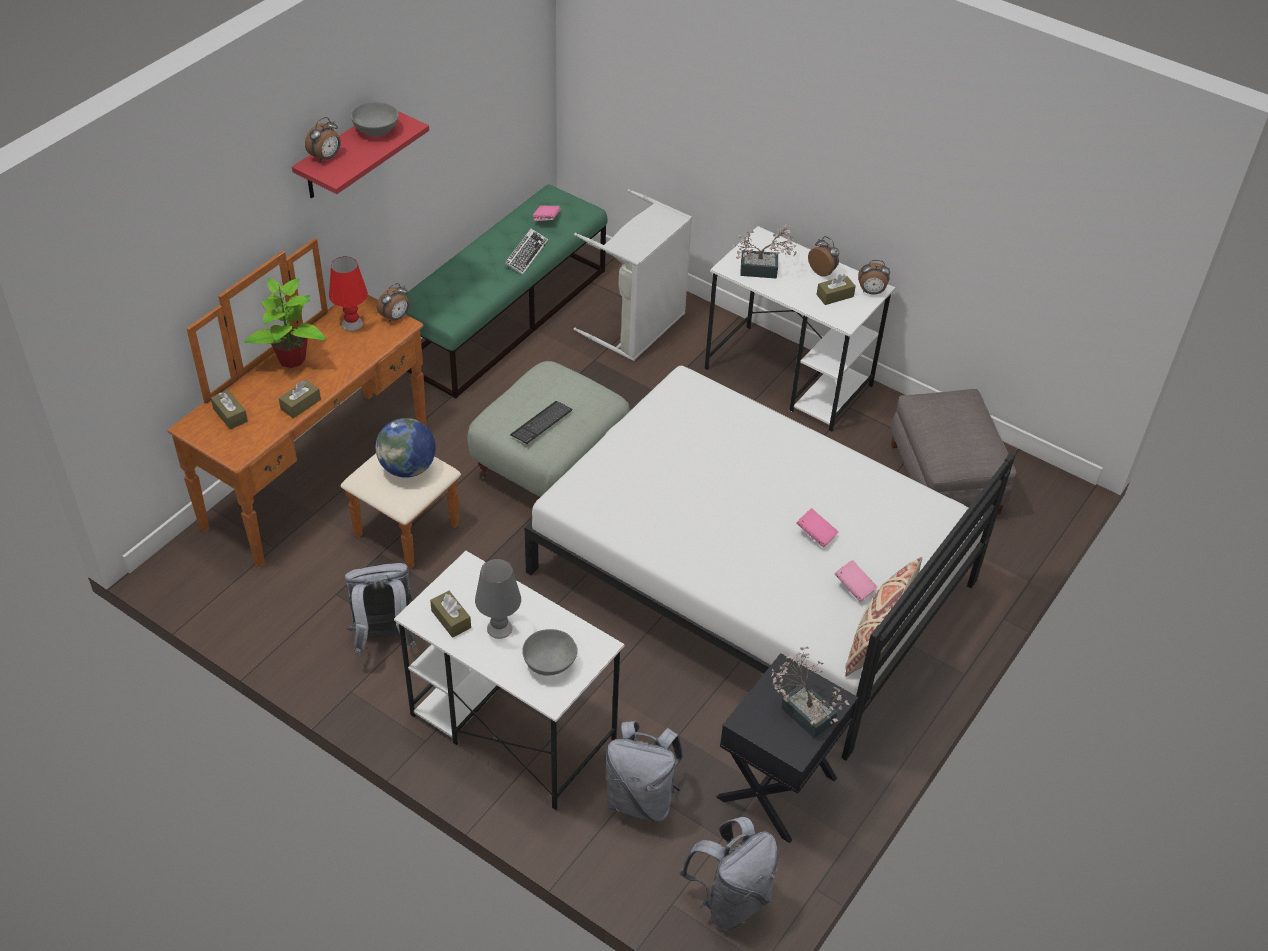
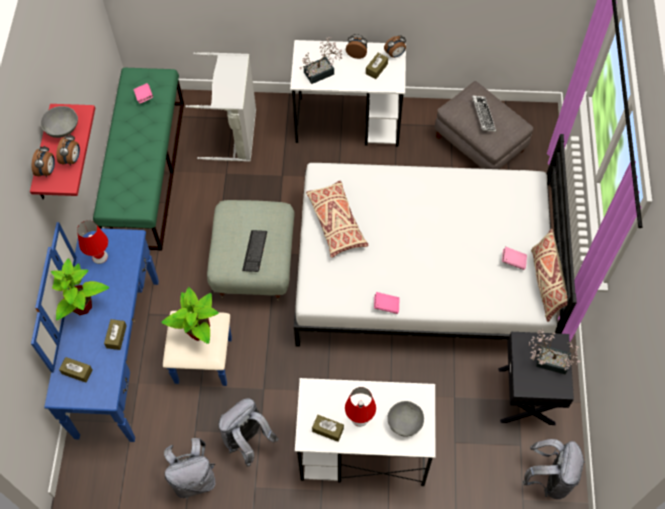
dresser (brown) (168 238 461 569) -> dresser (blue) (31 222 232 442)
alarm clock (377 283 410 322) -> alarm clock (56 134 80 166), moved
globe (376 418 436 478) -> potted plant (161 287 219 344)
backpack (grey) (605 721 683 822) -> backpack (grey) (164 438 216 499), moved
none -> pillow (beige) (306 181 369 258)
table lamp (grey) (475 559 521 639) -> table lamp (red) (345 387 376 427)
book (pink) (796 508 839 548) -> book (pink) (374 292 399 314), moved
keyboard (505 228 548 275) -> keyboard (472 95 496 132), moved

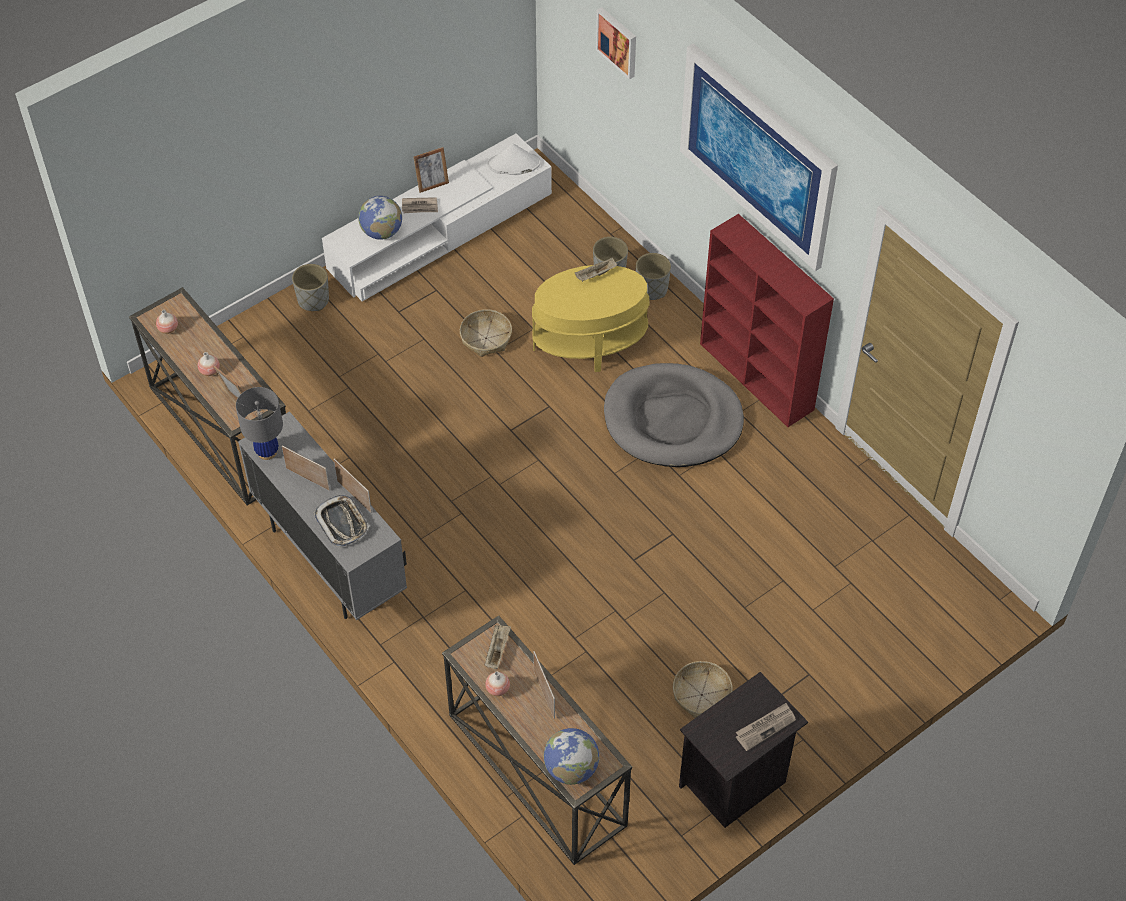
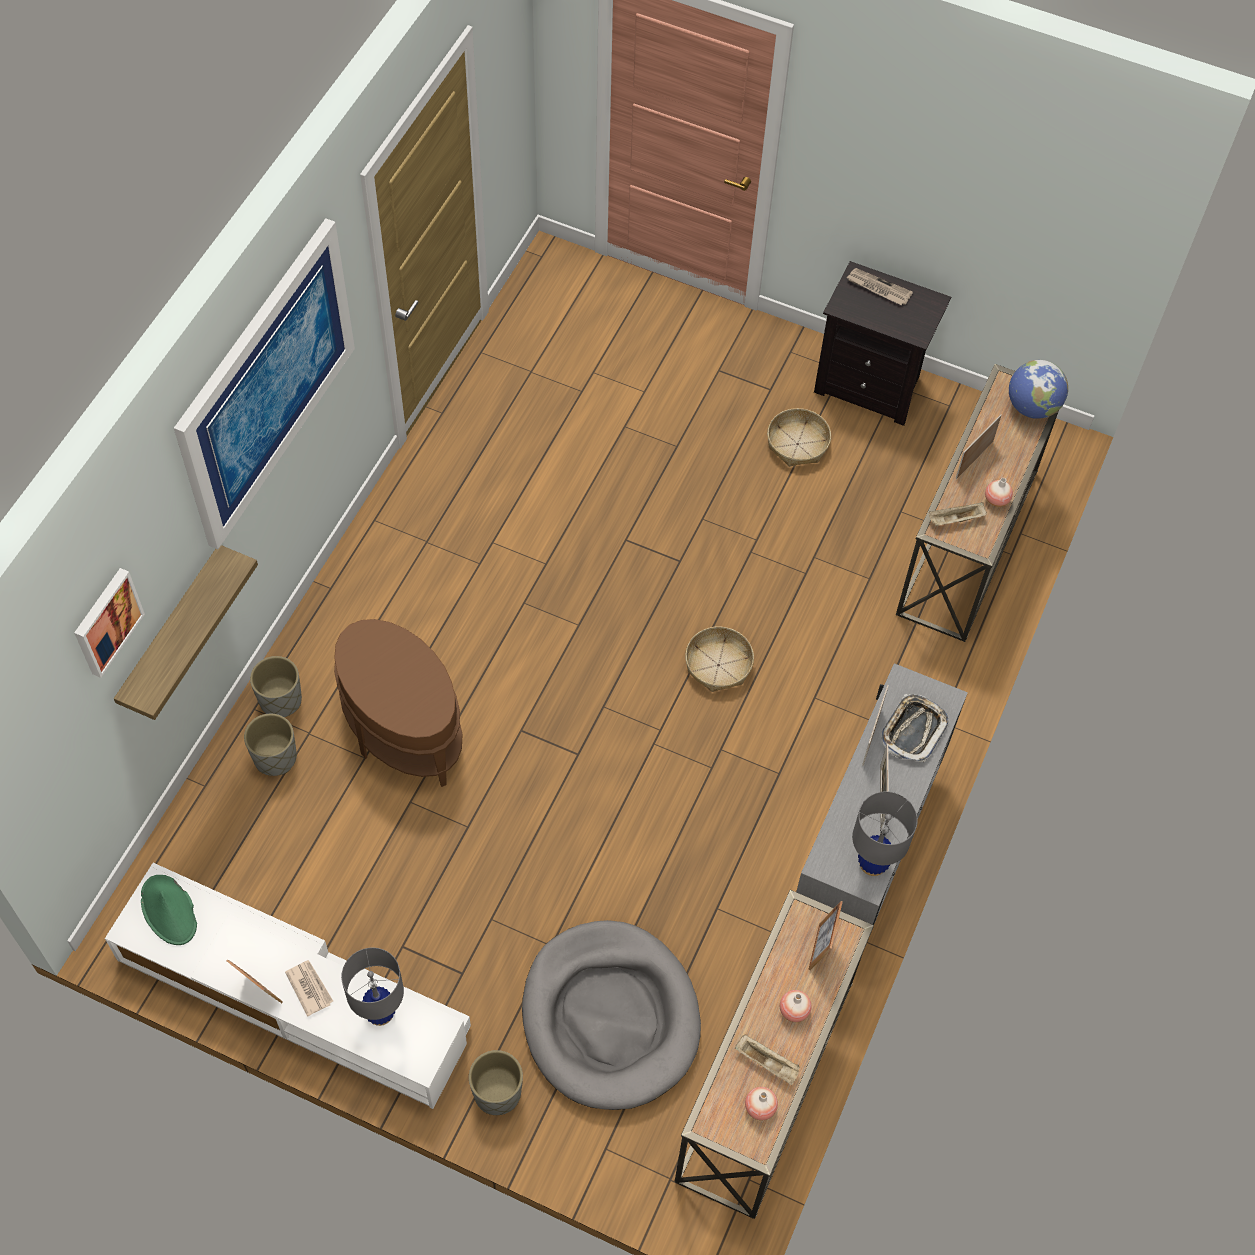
none -> shelf (114 545 258 720)
hat (white) (488 143 541 175) -> hat (green) (141 875 197 945)
side table (yellow) (532 265 649 372) -> side table (brown) (334 619 462 787)
globe (358 196 402 240) -> table lamp (grey) (341 948 404 1026)
dog bed (grey) (604 363 744 467) -> dog bed (grey) (522 920 701 1110), moved
basket (460 309 512 357) -> basket (685 627 754 692), moved
tray (beige) (575 258 617 282) -> tray (beige) (735 1034 800 1085), moved
bookcase (red) (700 214 834 427) -> none

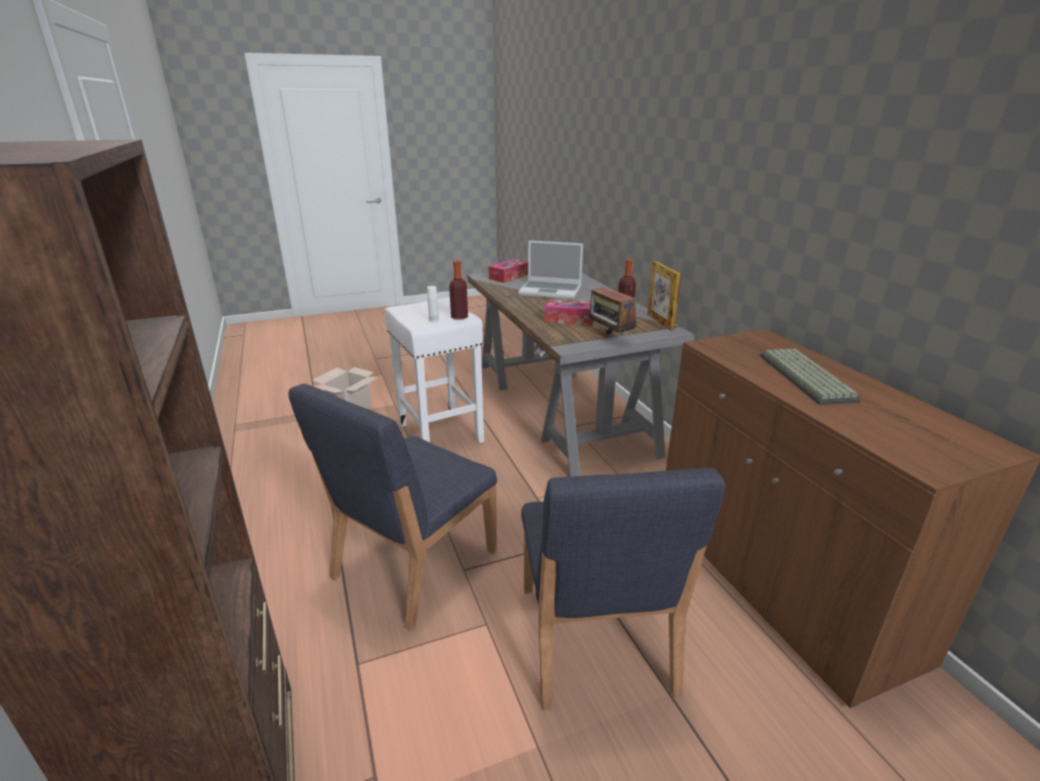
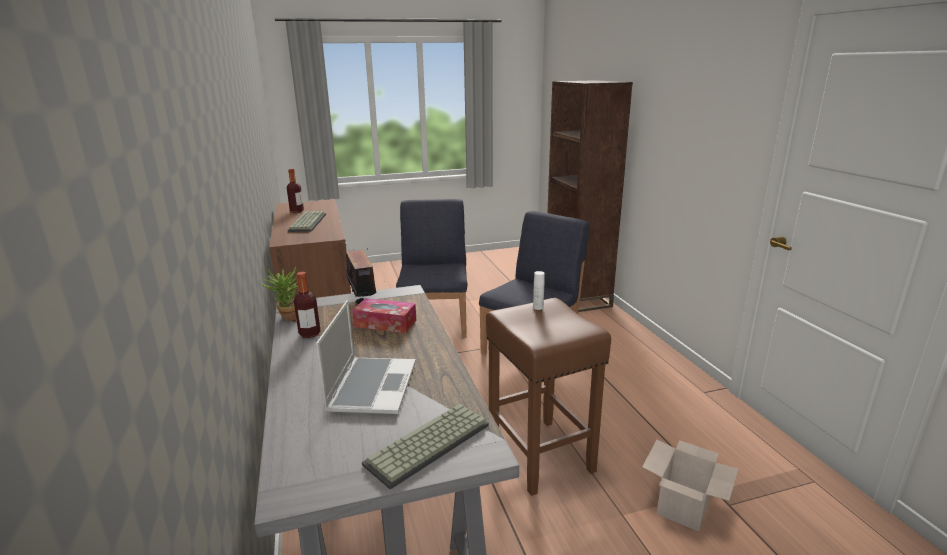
picture frame (647 261 681 331) -> potted plant (260 267 298 321)
bottle (449 260 468 320) -> bottle (287 169 304 213), moved
laptop (518 240 583 299) -> laptop (316 300 416 414), 75 degrees clockwise
tissue box (488 259 528 283) -> keyboard (362 404 489 490)
stool (white) (385 298 484 444) -> stool (brown) (486 298 611 496)

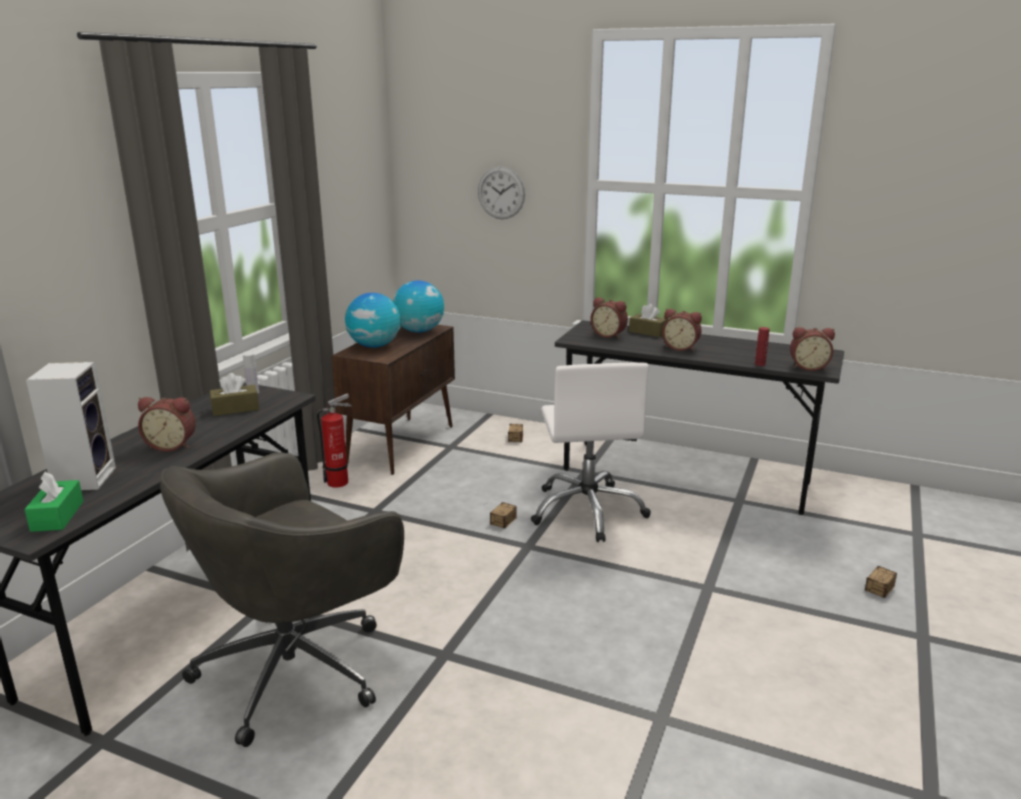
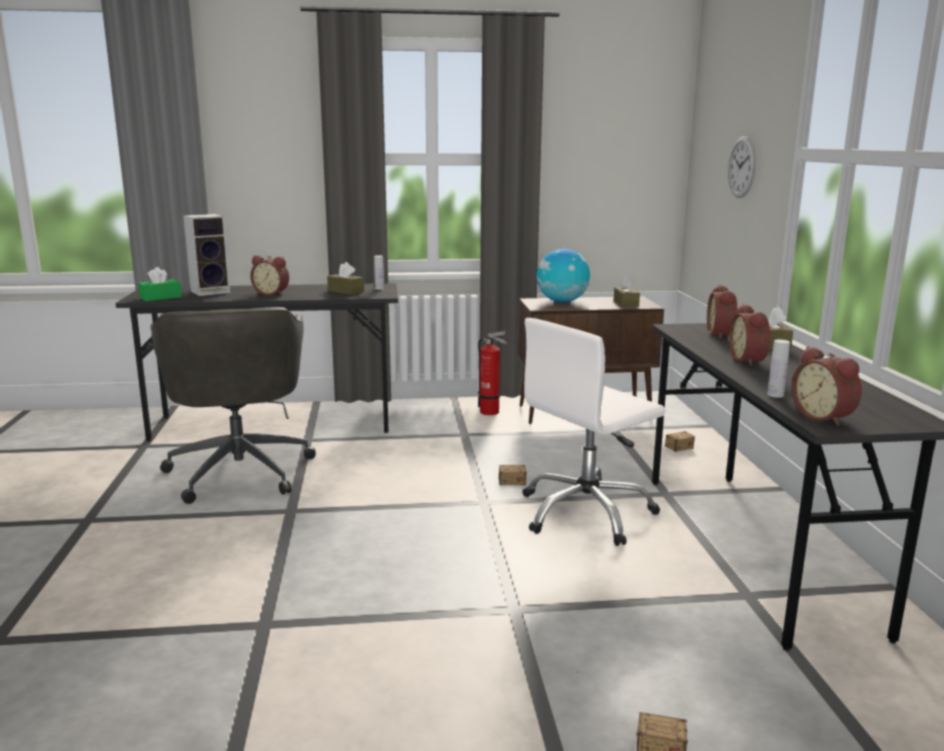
office chair (grey) (160 452 404 747) -> office chair (grey) (150 307 316 504), 120 degrees counterclockwise
alarm clock (138 397 196 452) -> alarm clock (250 255 289 295), 45 degrees counterclockwise
globe (393 280 444 333) -> tissue box (brown) (614 276 640 307)
bottle (red) (755 327 769 366) -> bottle (white) (767 340 790 398)

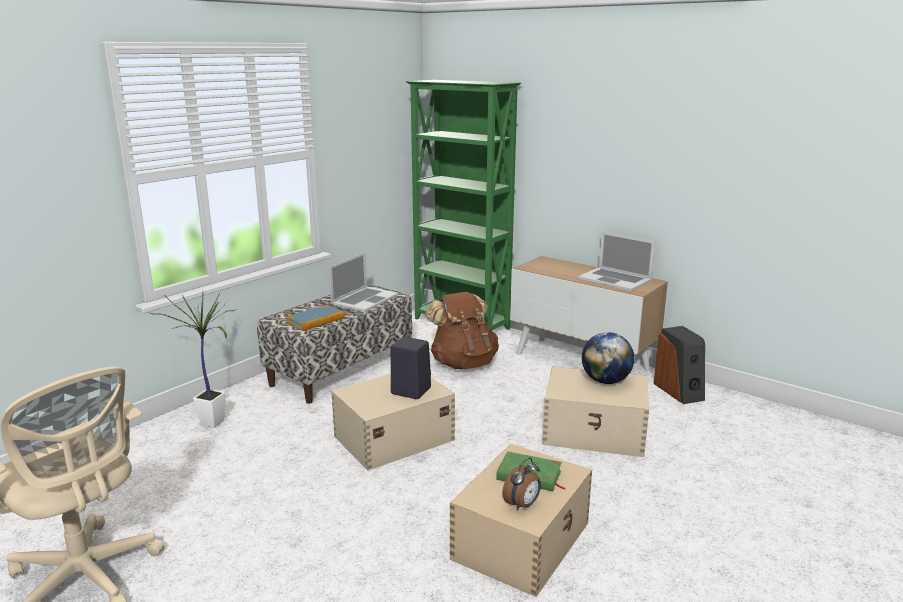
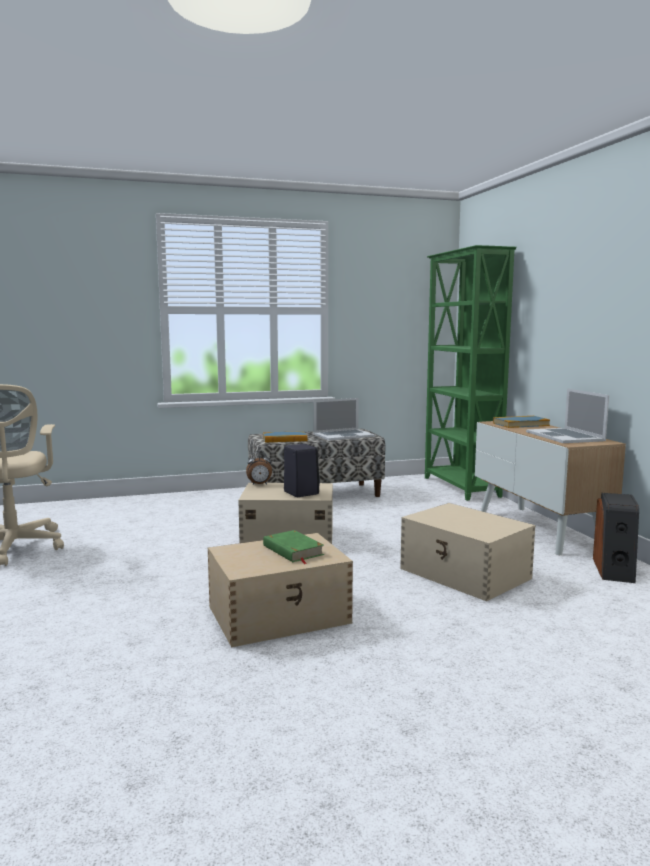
alarm clock (502 458 541 511) -> alarm clock (246 451 272 485), moved
none -> book (493 416 550 428)
potted plant (150 292 237 428) -> none
backpack (brown) (425 292 499 369) -> none
globe (582 332 634 384) -> none

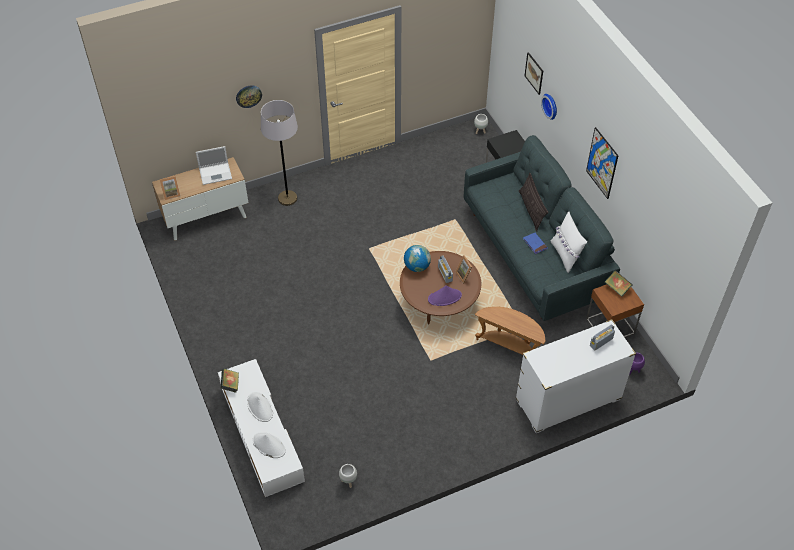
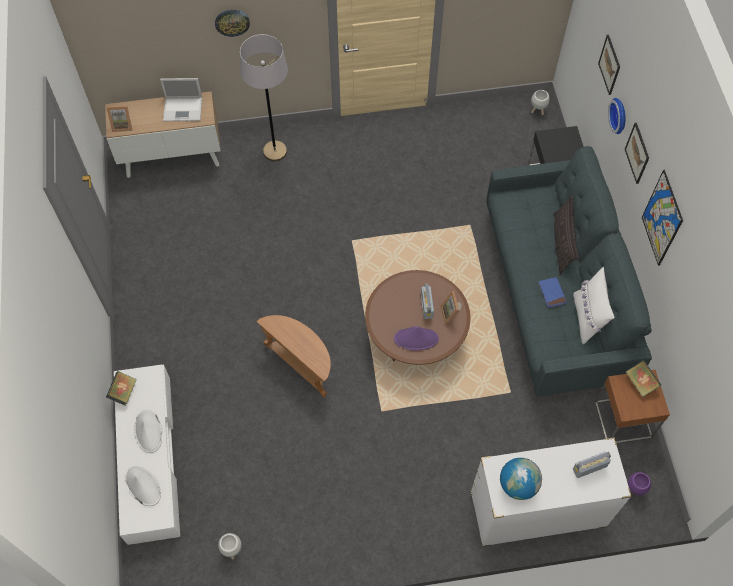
side table (brown) (475 306 545 355) -> side table (brown) (256 315 331 398), moved
globe (404 245 431 272) -> globe (500 458 542 500), moved
none -> picture (625 123 649 184)

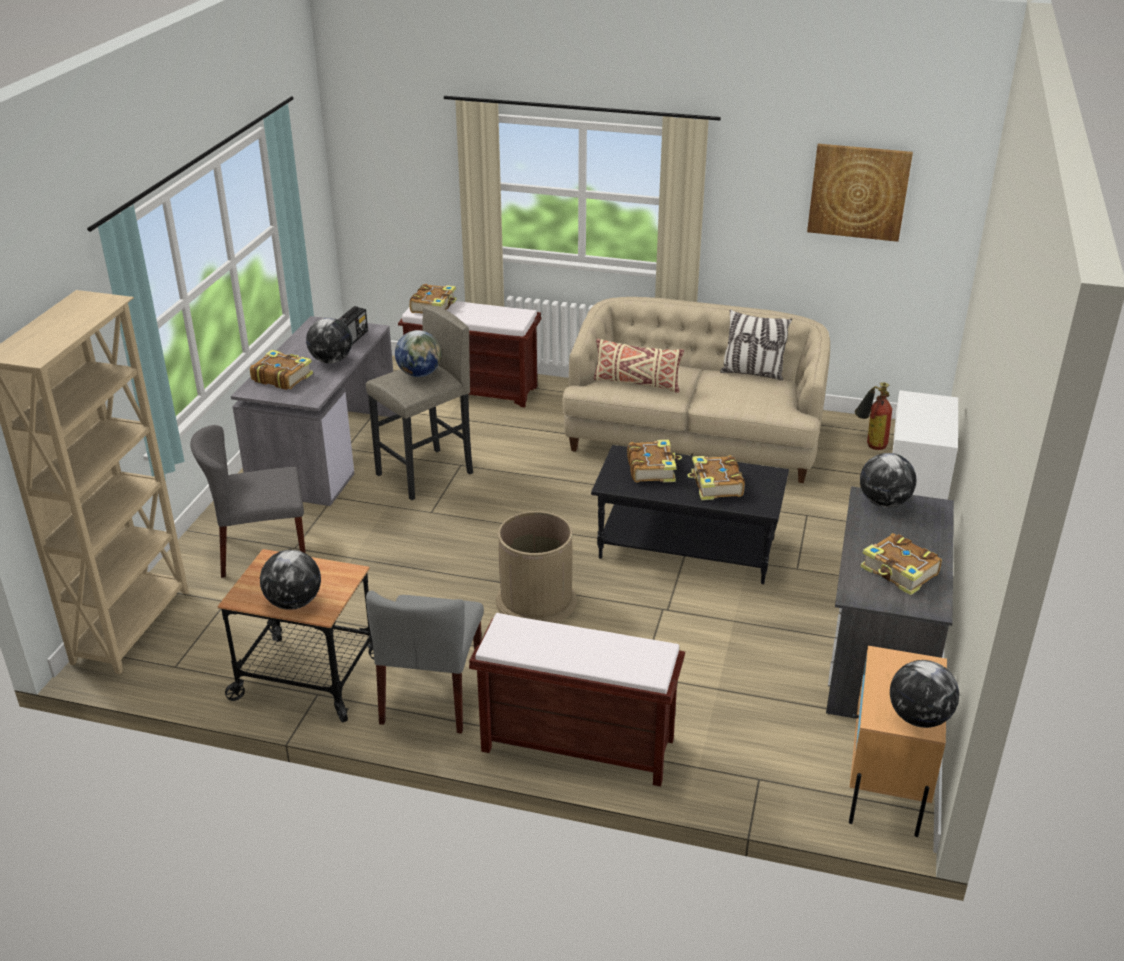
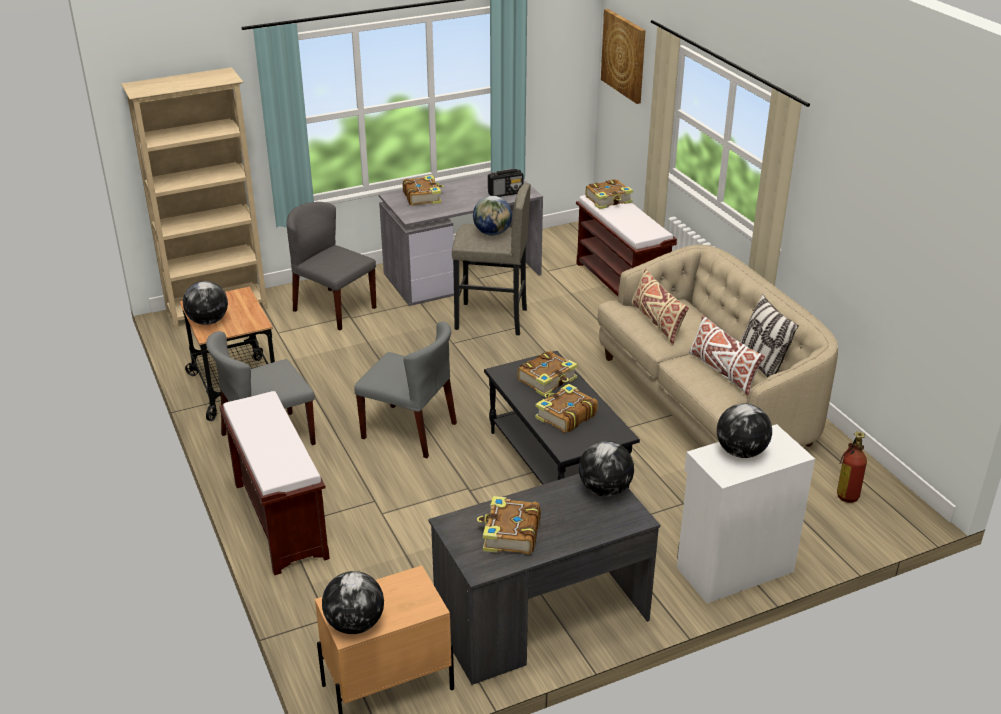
trash can (brown) (496 511 577 623) -> chair (grey) (354 321 457 458)
picture (807 144 913 242) -> picture (601 9 646 104), moved
none -> pillow (white) (689 315 765 396)
globe (306 318 352 363) -> globe (717 403 772 458), moved

